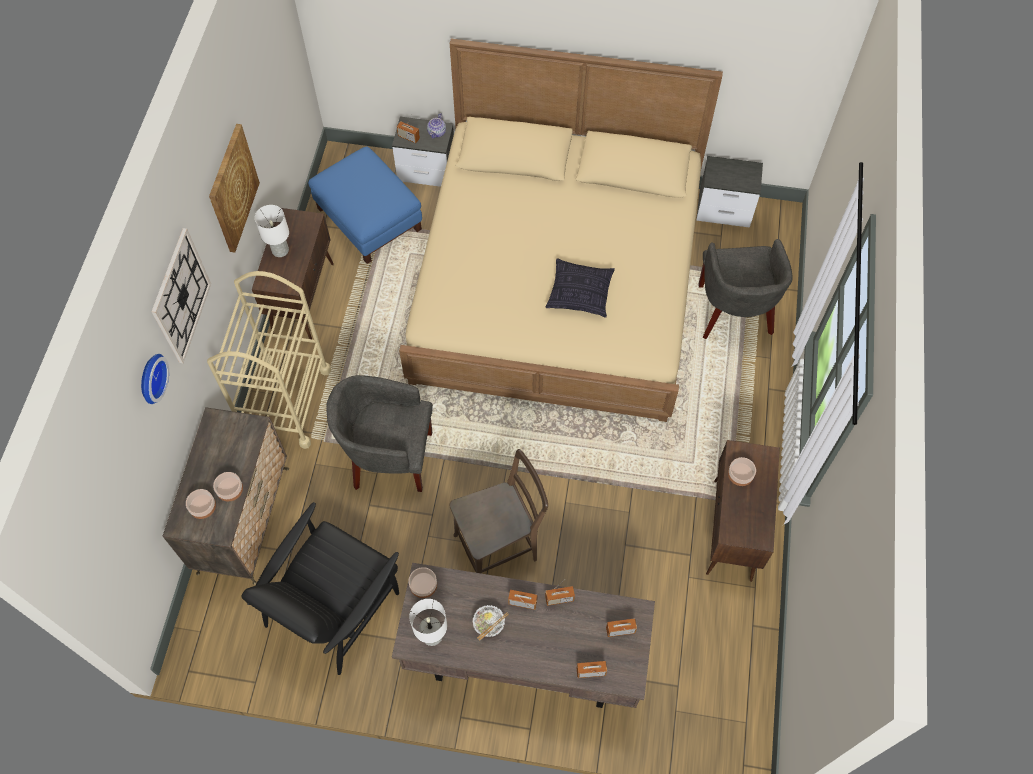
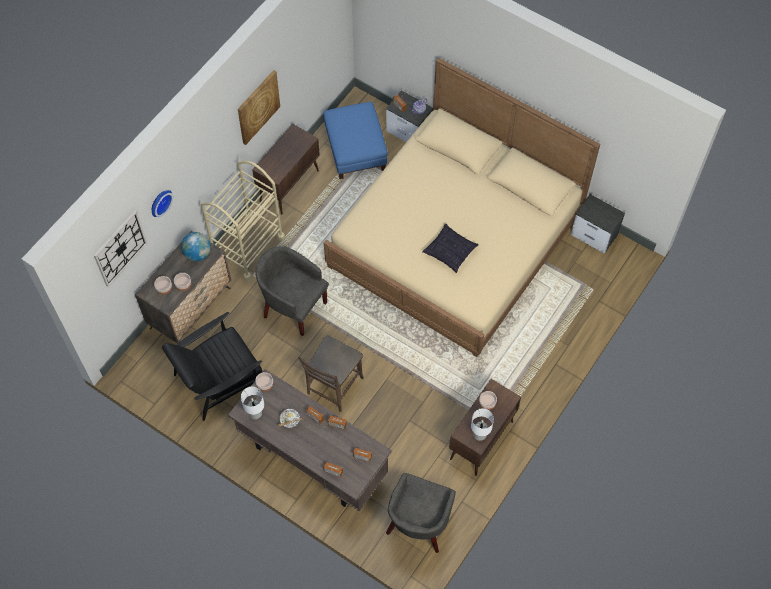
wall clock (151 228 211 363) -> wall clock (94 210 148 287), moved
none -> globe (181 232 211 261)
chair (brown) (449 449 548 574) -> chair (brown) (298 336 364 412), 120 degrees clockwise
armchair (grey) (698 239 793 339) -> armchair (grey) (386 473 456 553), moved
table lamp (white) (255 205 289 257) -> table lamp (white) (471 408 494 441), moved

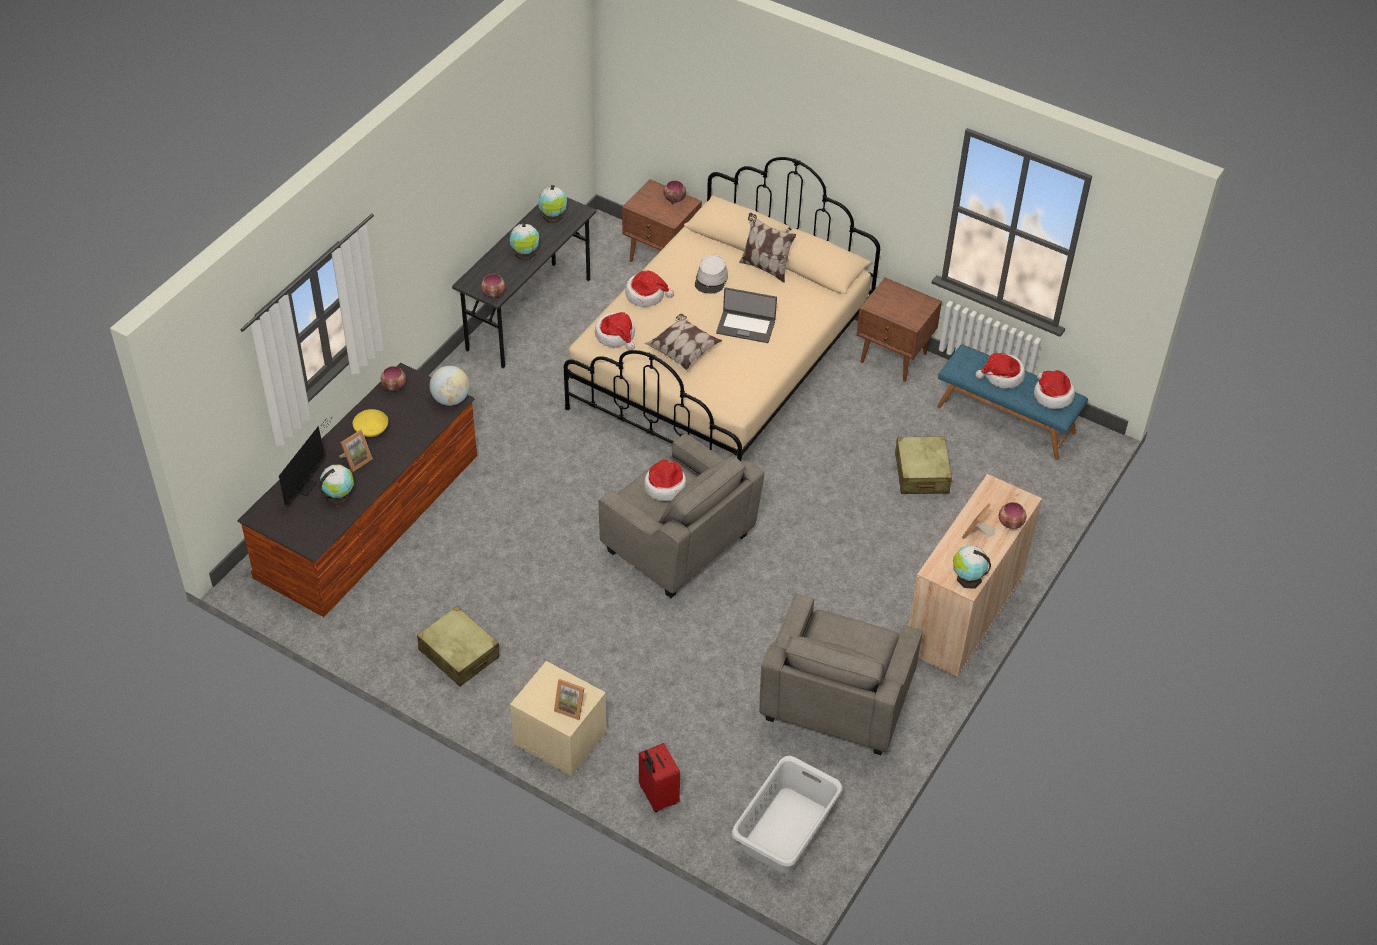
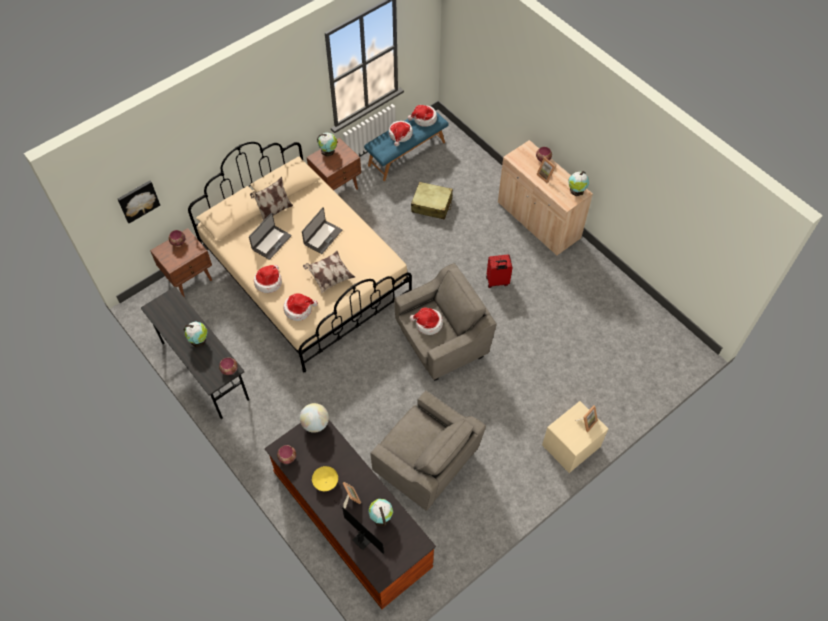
none -> picture (118 181 160 223)
hat (grey) (695 255 728 294) -> laptop (249 213 292 260)
globe (538 185 567 223) -> globe (317 133 337 157), moved
armchair (grey) (759 594 923 755) -> armchair (grey) (370 391 486 511), moved
suitcase (red) (639 743 680 812) -> suitcase (red) (486 254 513 288), moved
suitcase (beige) (417 606 499 687) -> none
laundry basket (grey) (732 756 843 874) -> none

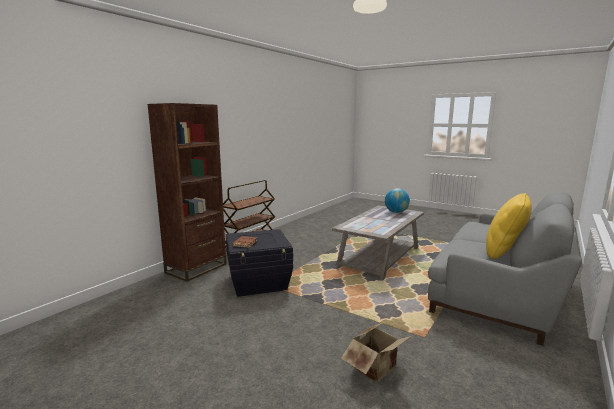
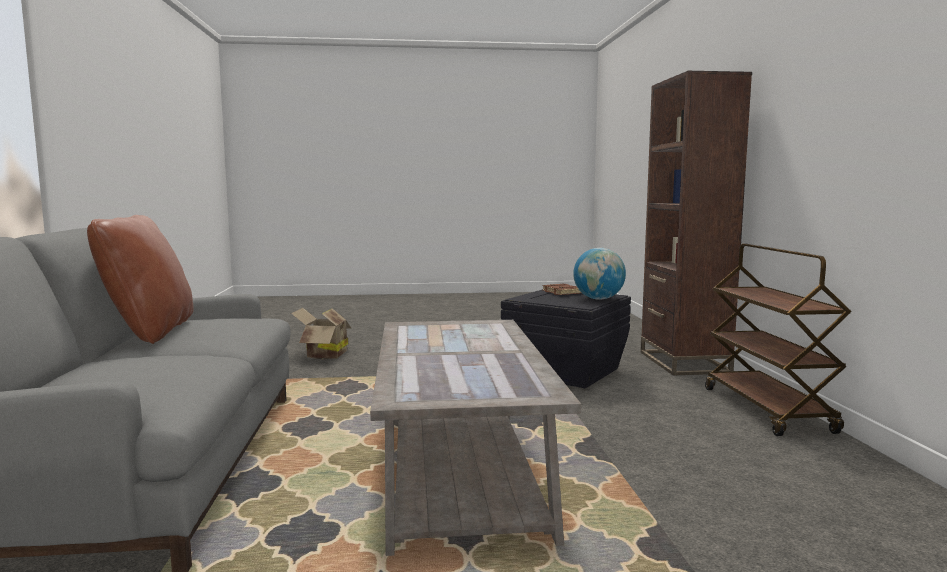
pillow (yellow) (486 193 532 259) -> pillow (brown) (87 215 194 344)
globe (385 188 410 213) -> globe (573 248 626 300), moved

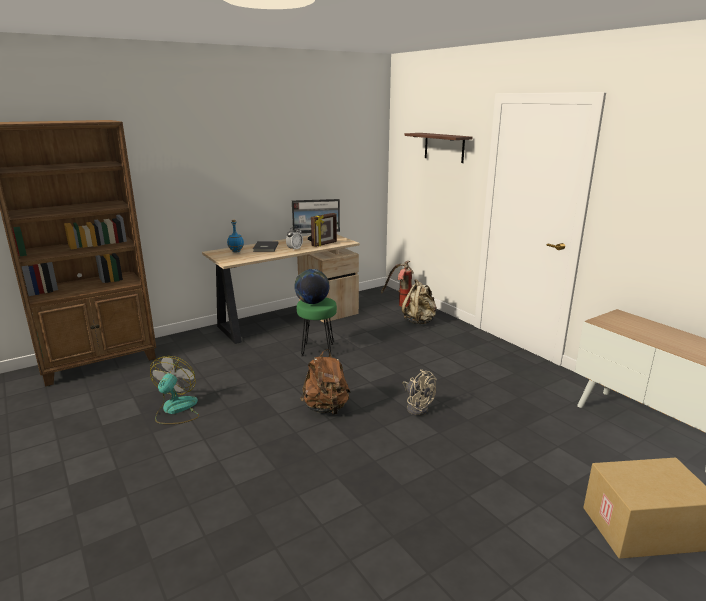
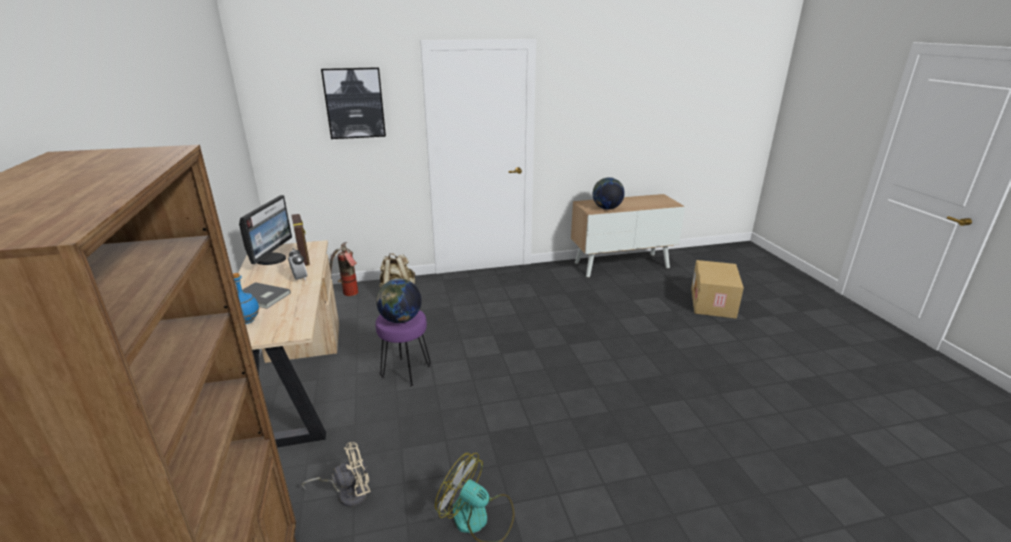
fan (beige) (403 369 437 416) -> fan (beige) (301 442 370 507), moved
shelf (405 133 472 163) -> picture (321 67 386 139)
stool (green) (297 298 337 357) -> stool (purple) (375 310 431 387)
none -> globe (593 177 625 210)
backpack (brown) (300 349 350 415) -> none

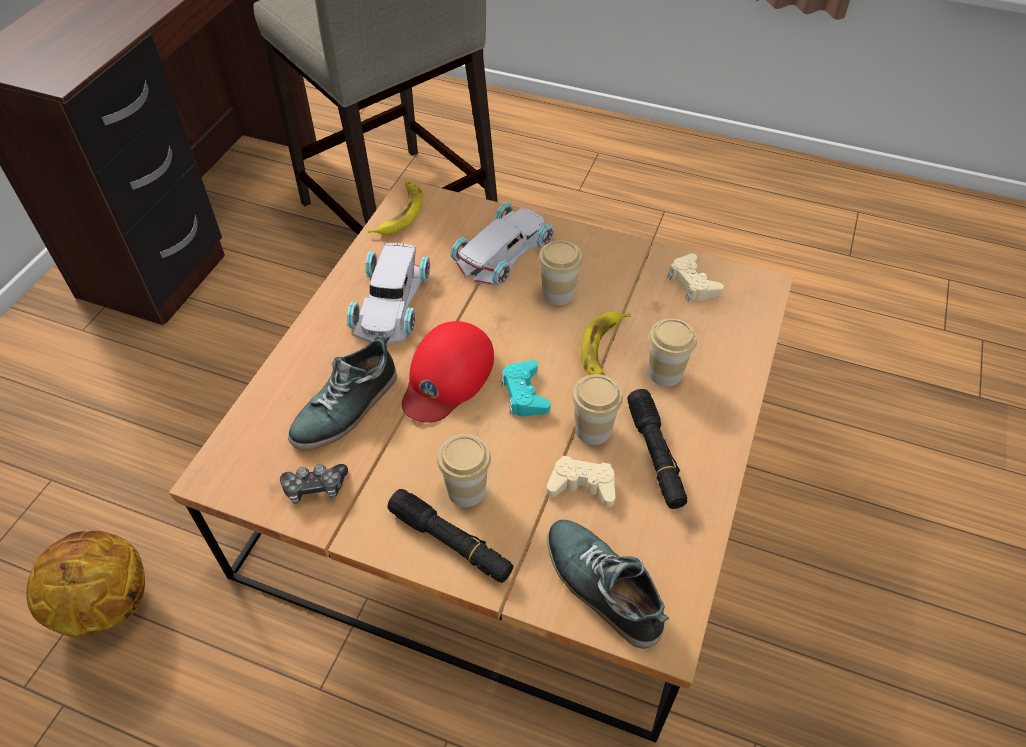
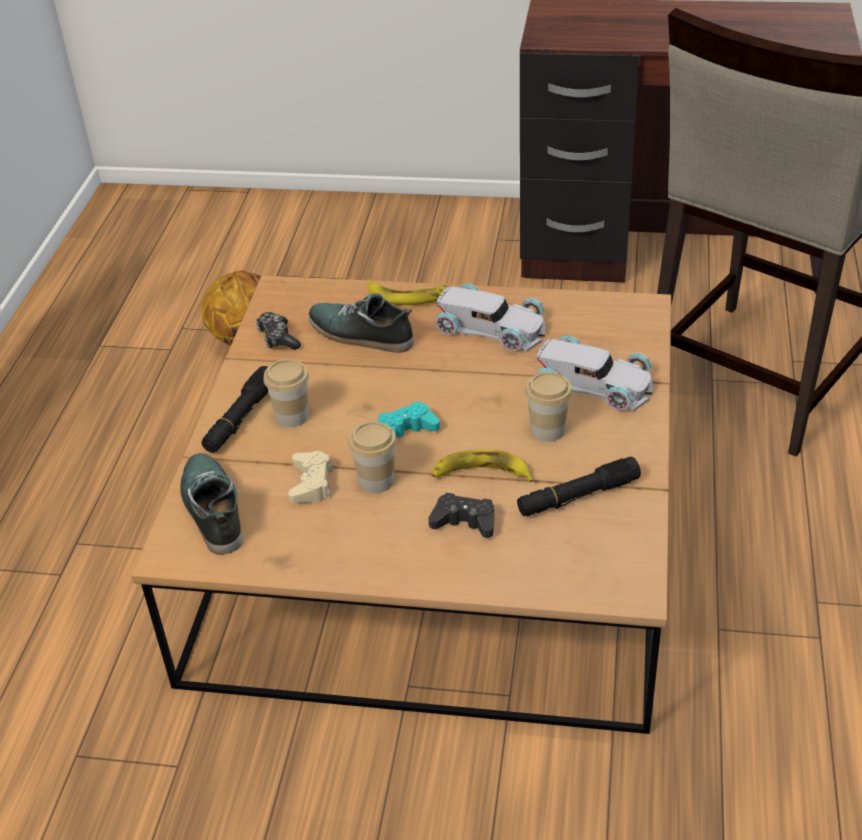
shoe (547 520 669 649) -> shoe (180 453 243 555), 60 degrees counterclockwise
banana (368 182 423 235) -> banana (367 279 449 305), moved
cup (648 318 697 386) -> game controller (black) (428 493 494 538)
toy car (white) (347 243 430 344) -> toy car (white) (435 283 546 352), 150 degrees counterclockwise
flashlight (black) (628 389 687 509) -> flashlight (black) (517 457 641 516), moved
cap (red) (402 321 494 423) -> none
game controller (beige) (668 254 724 301) -> none

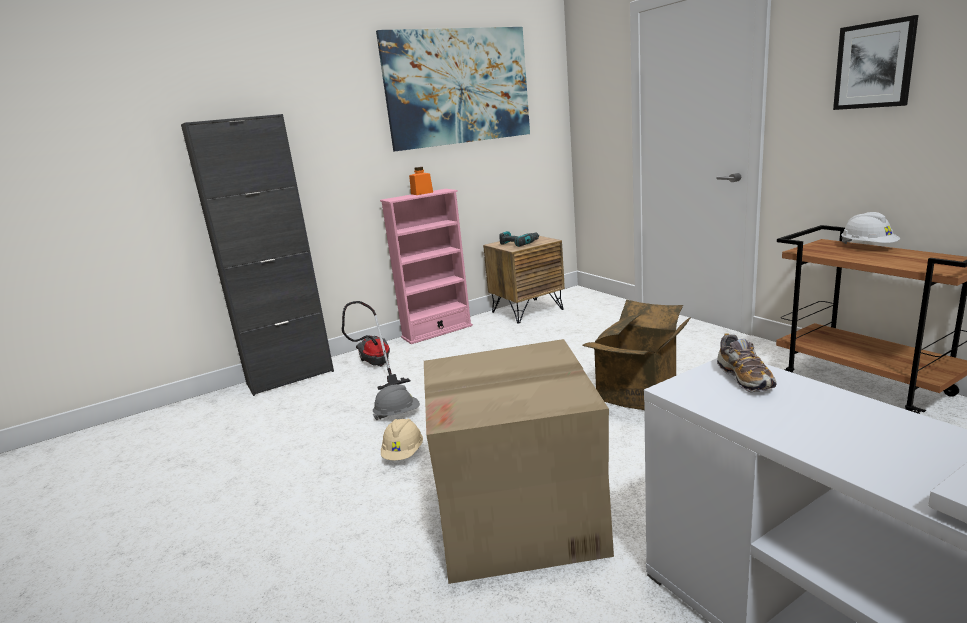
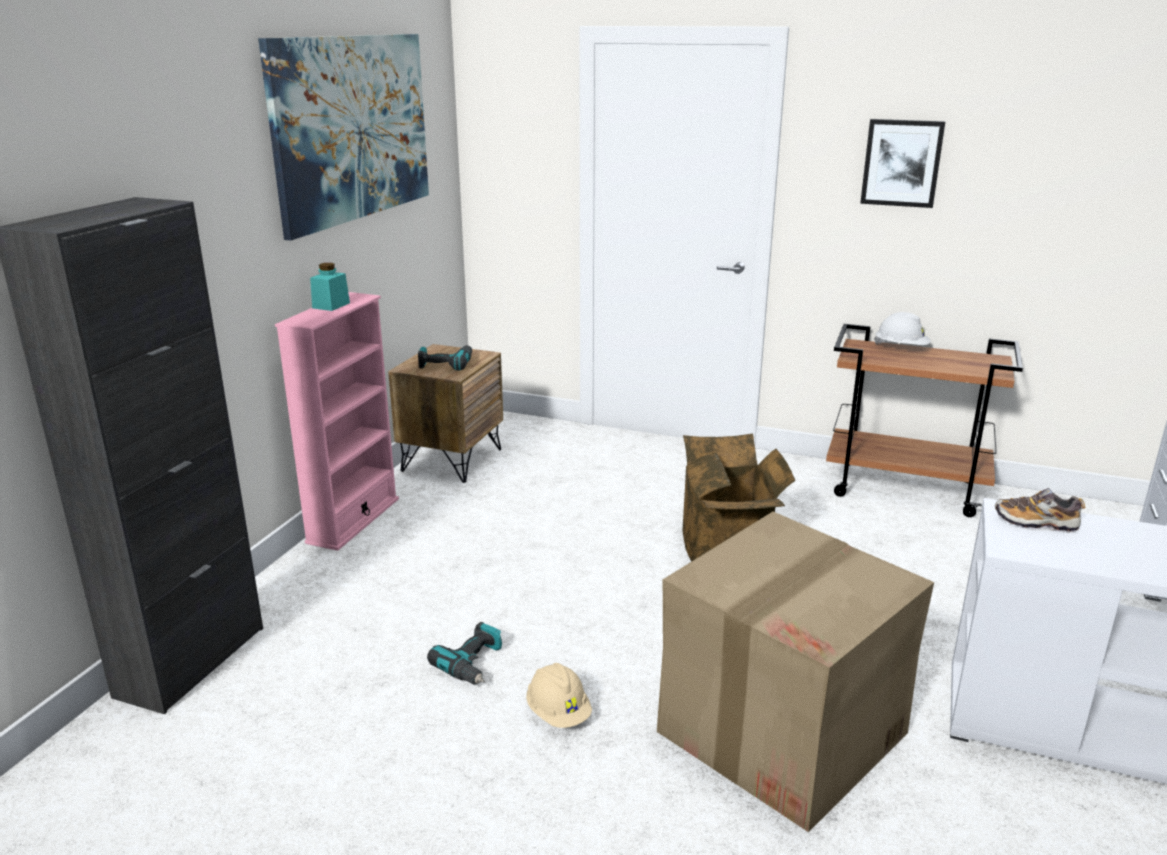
jar (orange) (409 167 433 195) -> jar (turquoise) (310 263 350 311)
hard hat (grey) (373 384 420 420) -> power drill (427 622 502 685)
shoe (717 333 777 392) -> shoe (995 488 1085 533), 150 degrees clockwise
vacuum cleaner (342 301 410 390) -> none

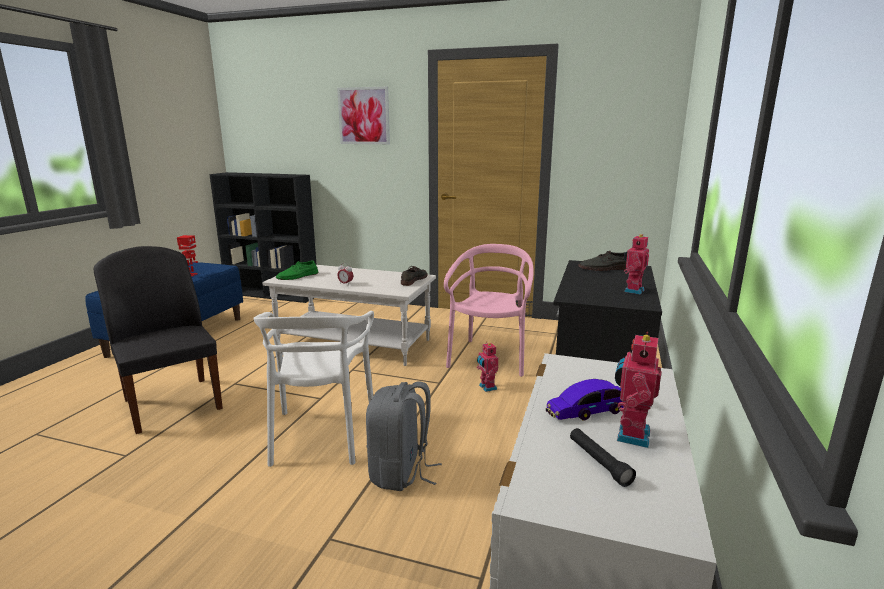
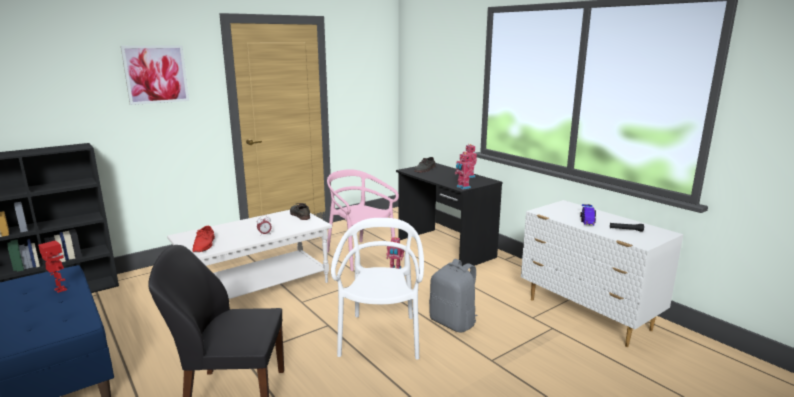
shoe (green) (276 261 318 280) -> shoe (red) (192 226 215 252)
chair (white) (253 311 374 467) -> chair (white) (331 218 424 360), 120 degrees counterclockwise
toy robot (615 332 661 448) -> toy robot (455 152 473 189), moved

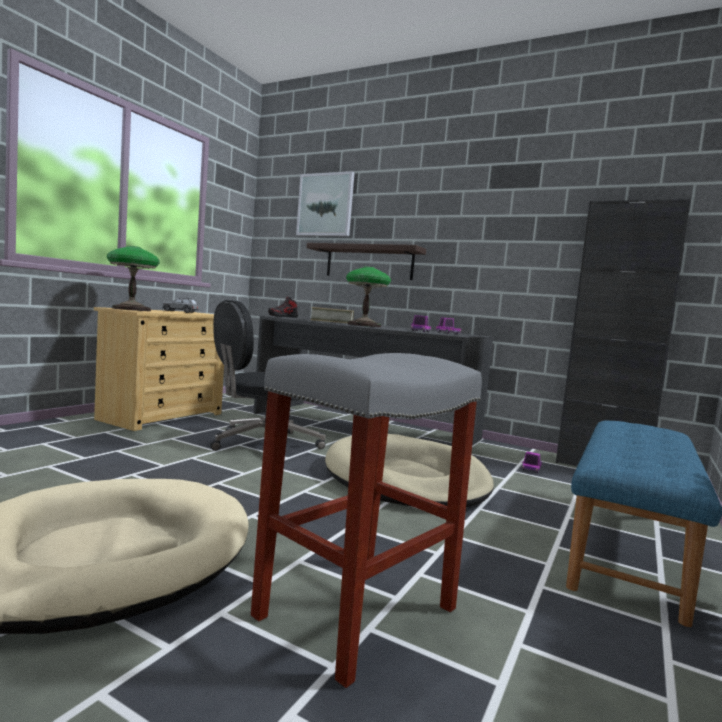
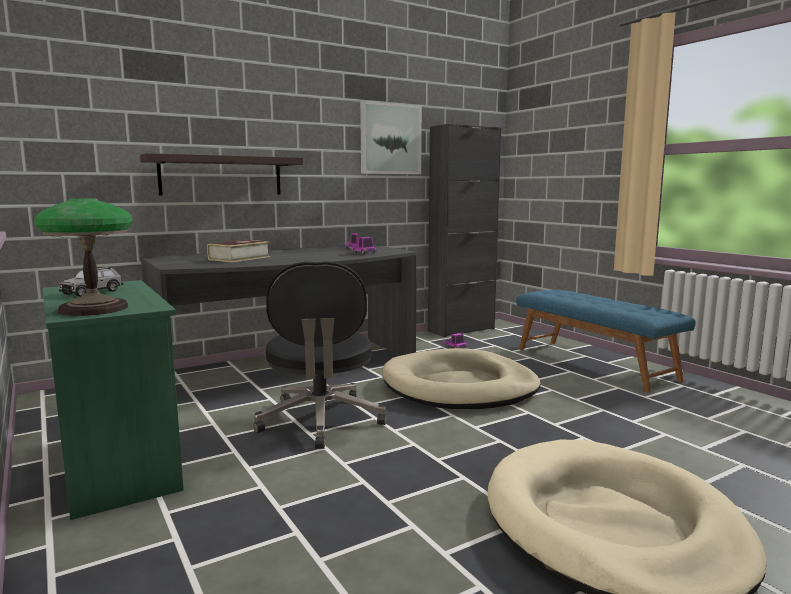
dresser (beige) (94 307 224 431) -> dresser (green) (42 280 184 520)
picture (296 171 354 236) -> picture (360 101 422 174), moved
stool (grey) (251 353 482 688) -> none
shoe (268 296 298 318) -> none
table lamp (346 267 391 327) -> none

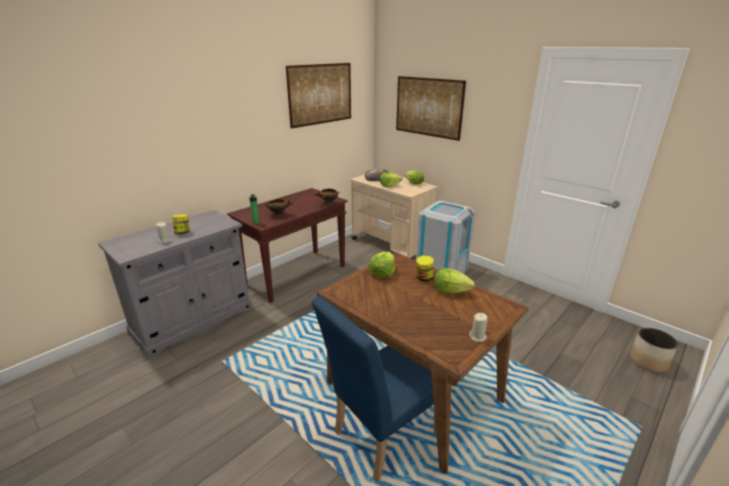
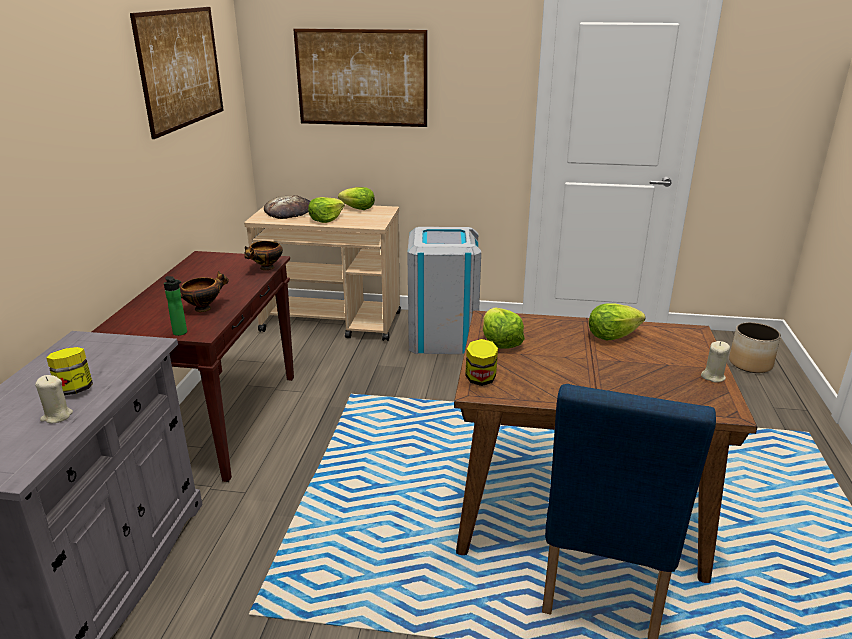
jar (416 255 434 281) -> jar (465 339 498 386), moved

